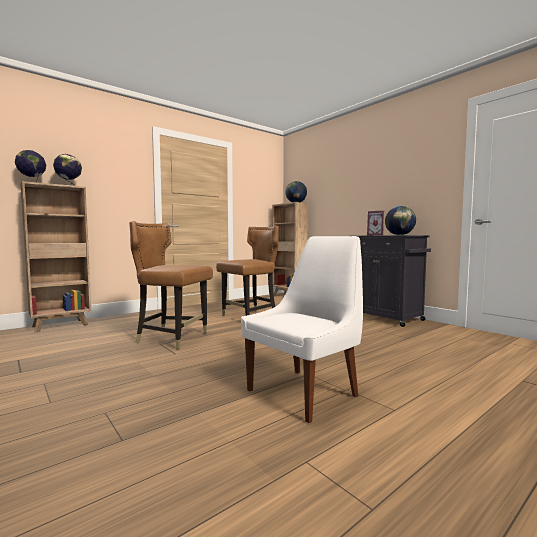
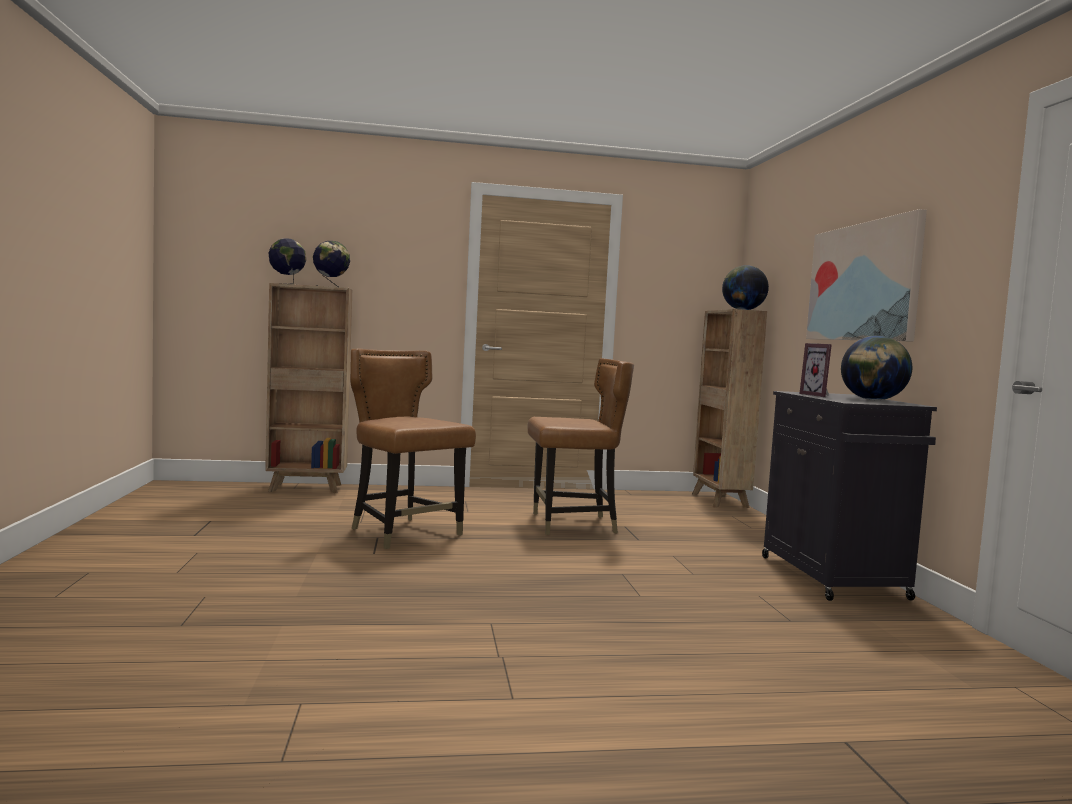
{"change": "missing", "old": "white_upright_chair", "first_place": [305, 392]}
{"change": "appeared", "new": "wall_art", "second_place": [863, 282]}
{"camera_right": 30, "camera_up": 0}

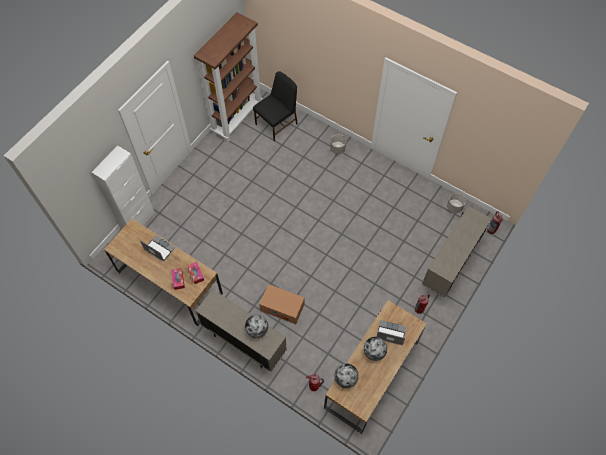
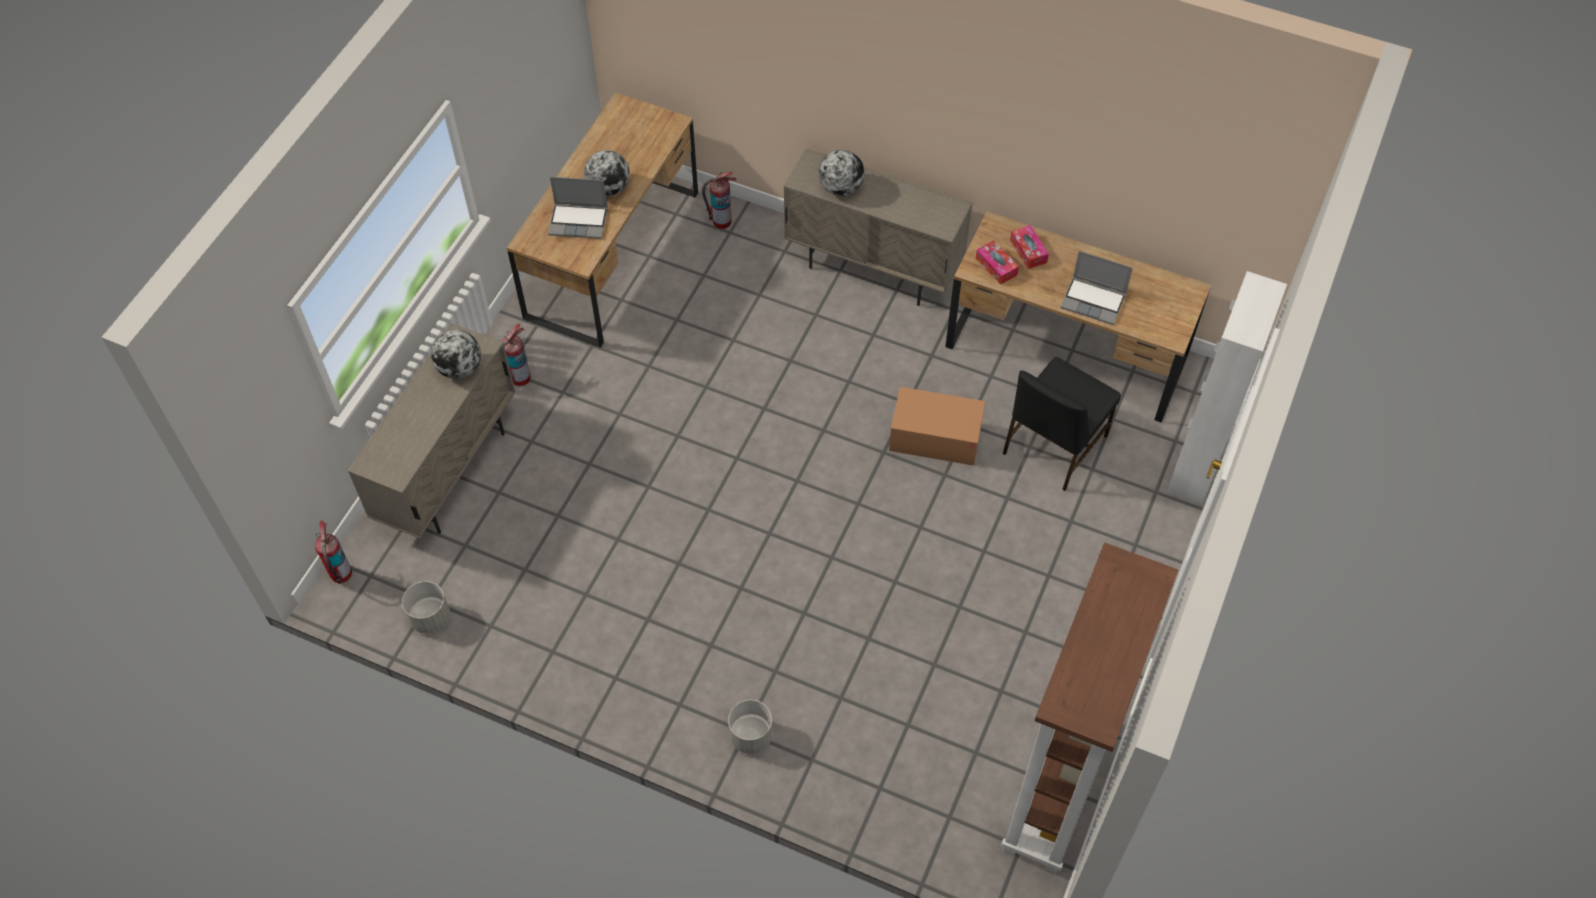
{"change": "relocated", "old": "black_upright_chair", "first_place": [277, 124], "second_place": [1053, 445]}
{"change": "relocated", "old": "packing_box", "first_place": [282, 307], "second_place": [935, 437]}
{"change": "relocated", "old": "globe", "first_place": [345, 379], "second_place": [460, 368]}
{"camera_right": 170, "camera_up": -5}

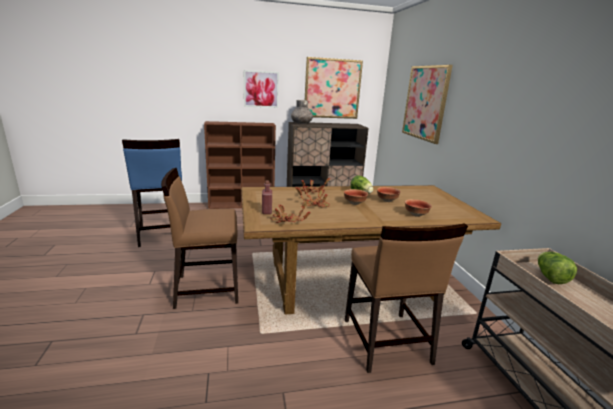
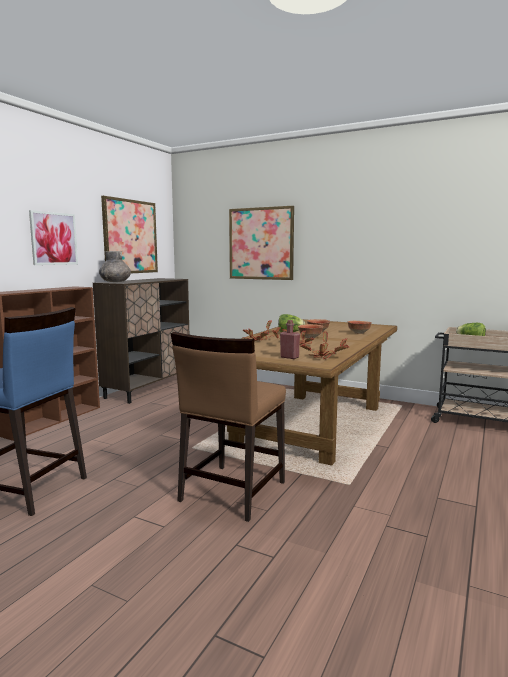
{"change": "missing", "old": "brown-coloured_upright_chair", "first_place": [386, 342]}
{"camera_right": -50, "camera_up": -10}

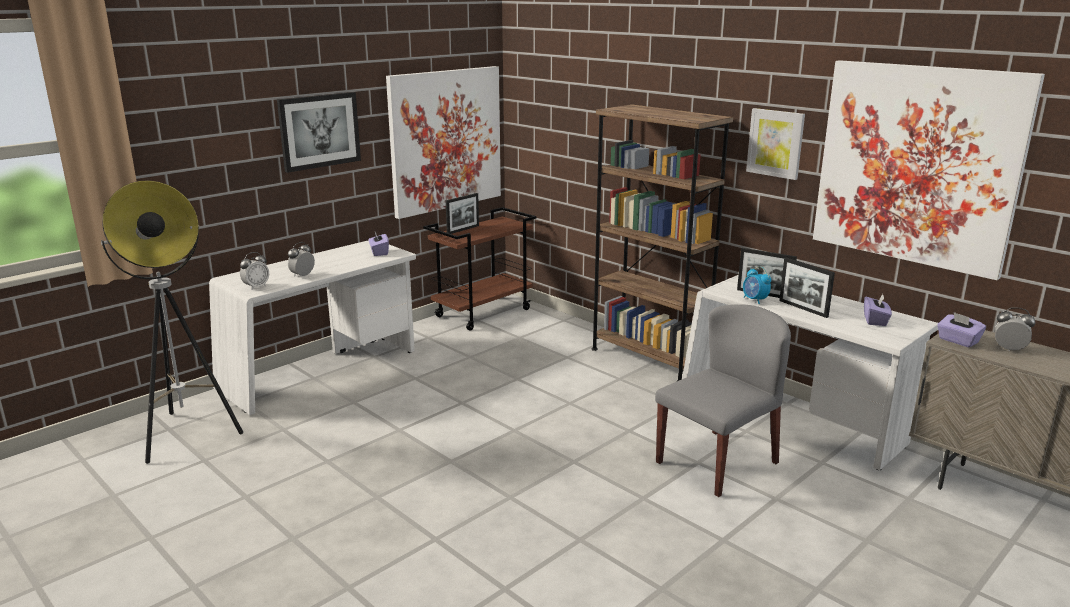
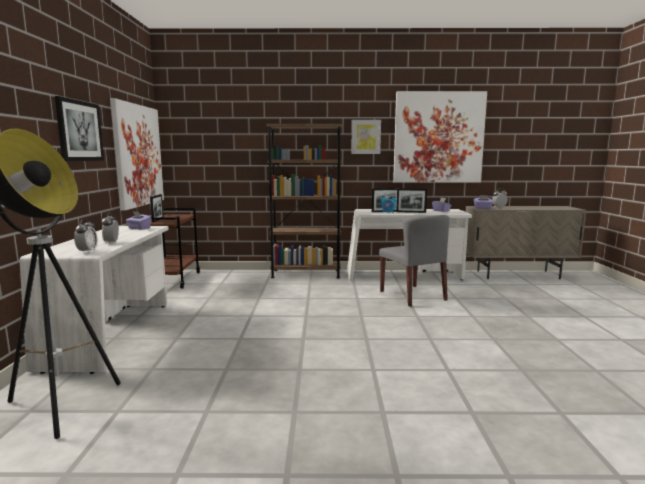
{"change": "spun", "old": "gray_upright_chair", "first_place": [717, 462], "second_place": [413, 295], "degrees": 150}
{"camera_right": -45, "camera_up": -10}

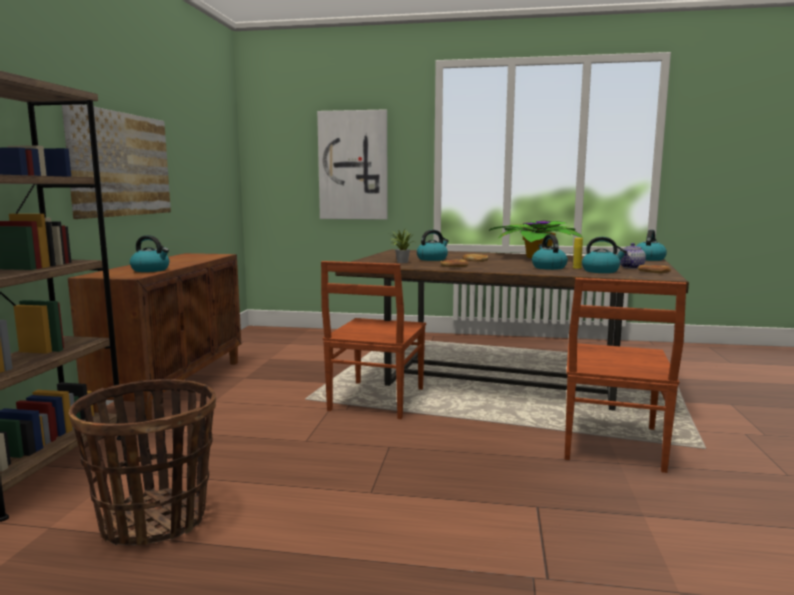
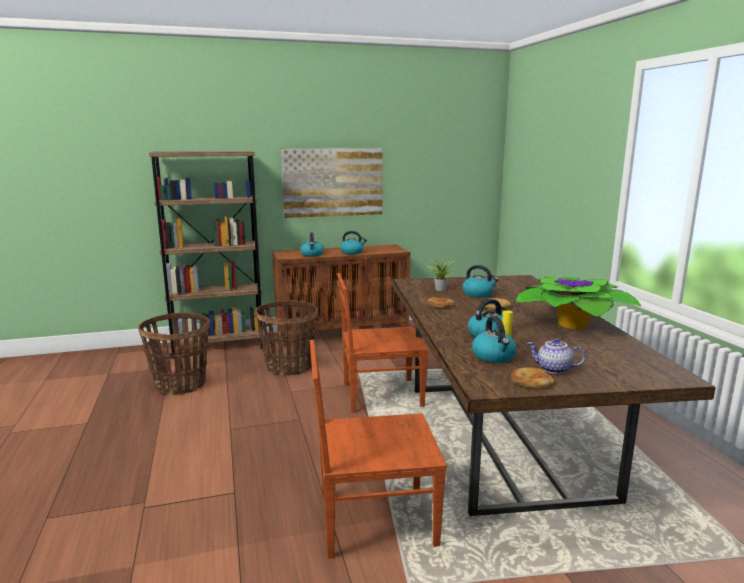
{"change": "missing", "old": "wall_art", "first_place": [353, 165]}
{"change": "relocated", "old": "water_kettle", "first_place": [649, 259], "second_place": [352, 252]}
{"change": "appeared", "new": "basket", "second_place": [289, 366]}
{"camera_right": 65, "camera_up": 5}

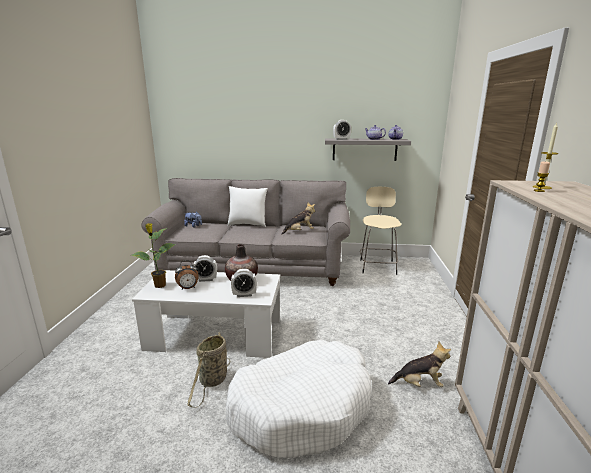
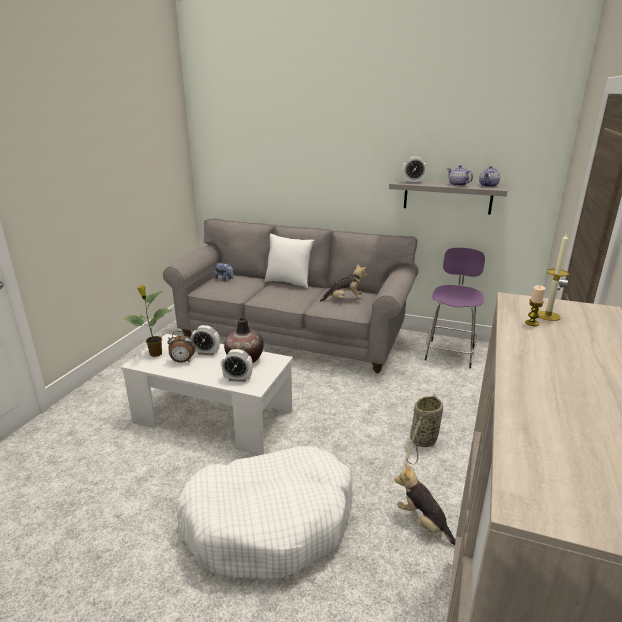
{"change": "relocated", "old": "basket", "first_place": [212, 381], "second_place": [422, 442]}
{"change": "colour", "old": "sand-coloured_stool", "new": "purplish_stool", "first_place": [377, 266], "second_place": [450, 353]}
{"change": "spun", "old": "plush_toy", "first_place": [419, 384], "second_place": [424, 523], "degrees": -150}
{"camera_right": 15, "camera_up": 5}

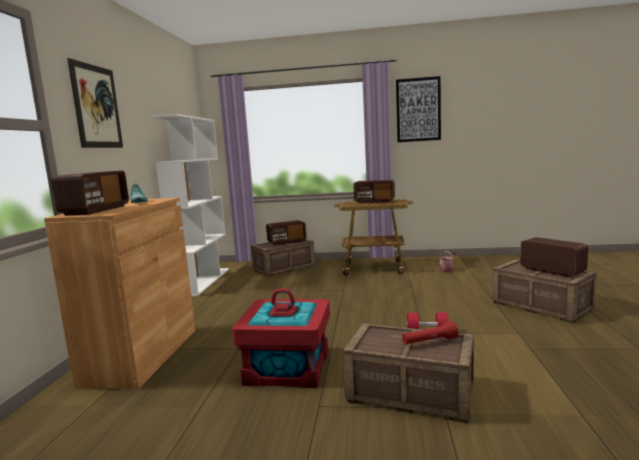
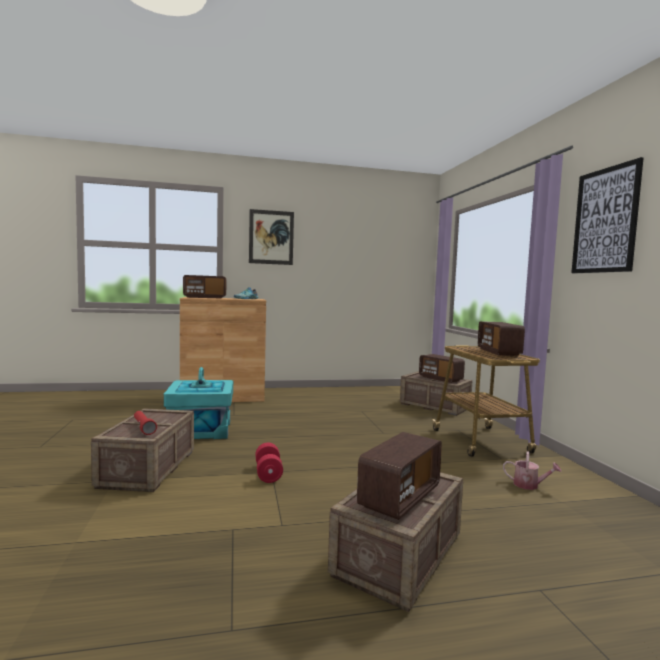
{"change": "missing", "old": "white_shelving_unit", "first_place": [203, 281]}
{"change": "colour", "old": "red_storage_box", "new": "turquoise-coloured_storage_box", "first_place": [287, 368], "second_place": [200, 430]}
{"camera_right": 70, "camera_up": -5}

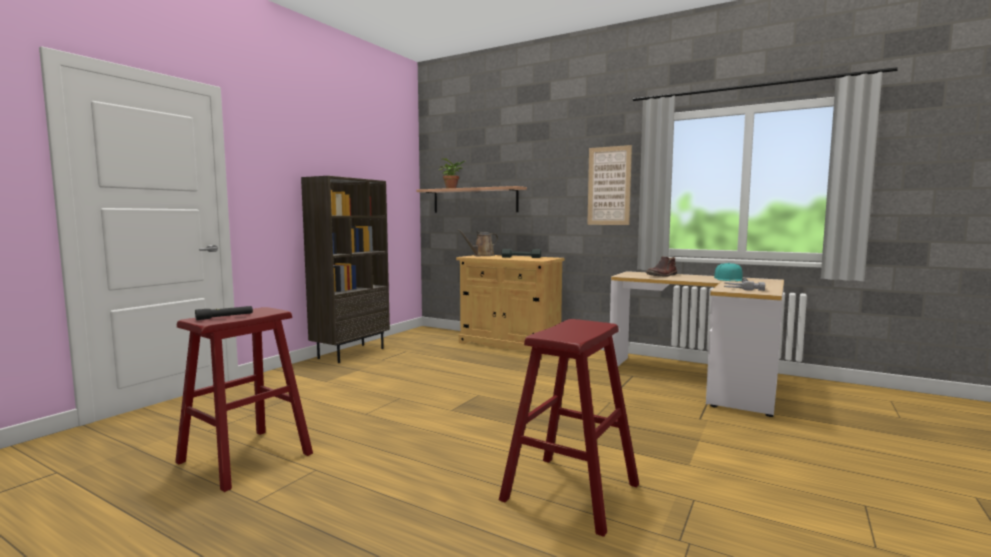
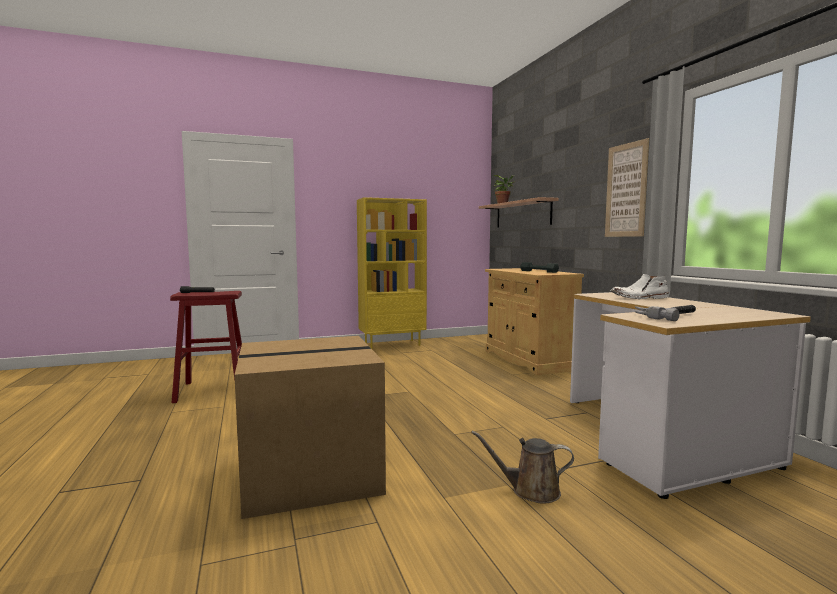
{"change": "colour", "old": "brown-coloured_shelving_unit", "new": "yellow-coloured_shelving_unit", "first_place": [351, 353], "second_place": [392, 344]}
{"change": "relocated", "old": "brown-coloured_sprinkling_can", "first_place": [482, 256], "second_place": [530, 491]}
{"change": "exchanged", "old": "red_stool", "new": "packing_box", "first_place": [570, 492], "second_place": [308, 474]}
{"change": "colour", "old": "brown-coloured_high-top_boot", "new": "white_high-top_boot", "first_place": [662, 275], "second_place": [639, 298]}
{"change": "missing", "old": "turquoise-coloured_peaked_cap", "first_place": [729, 279]}
{"camera_right": 40, "camera_up": 0}

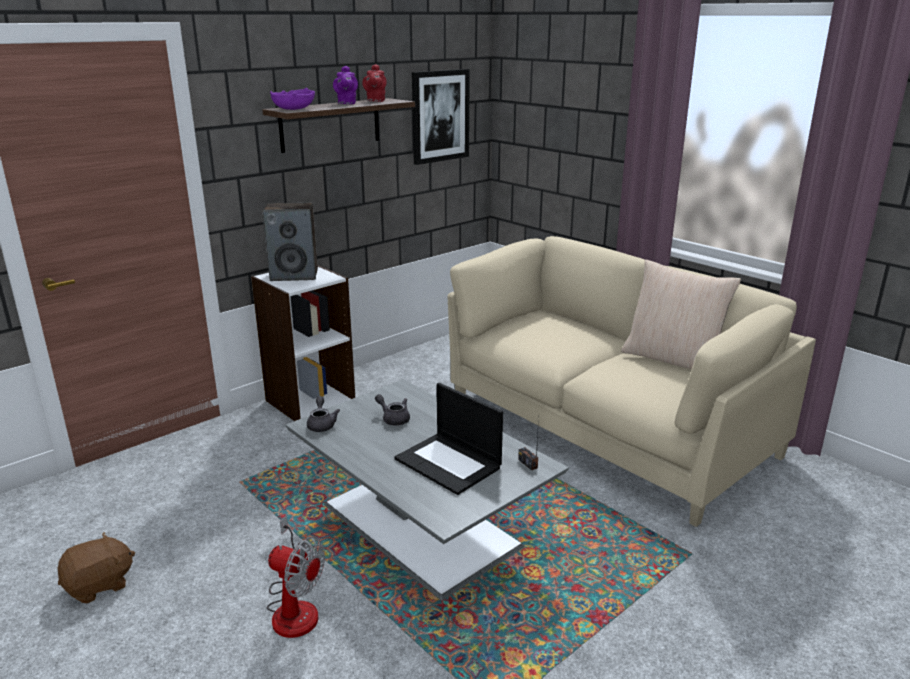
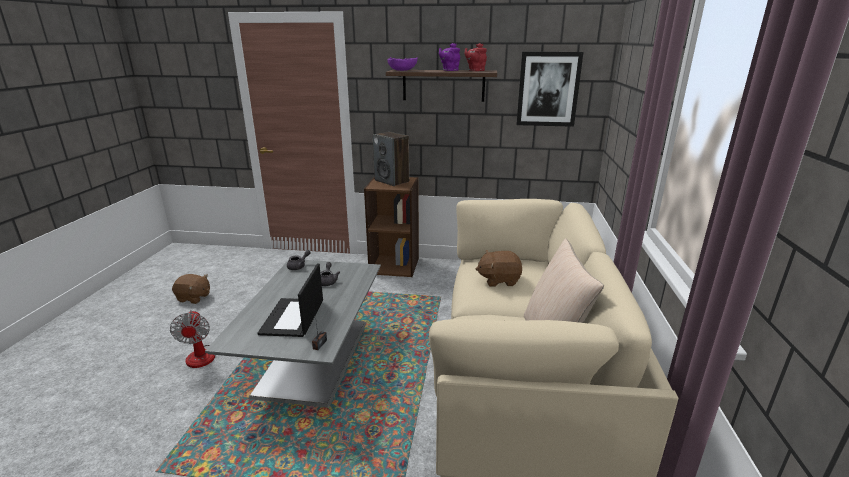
{"change": "colour", "old": "white_shelving_unit", "new": "brown-coloured_shelving_unit", "first_place": [310, 401], "second_place": [394, 265]}
{"change": "appeared", "new": "brown-coloured_plush_toy", "second_place": [499, 280]}
{"camera_right": 50, "camera_up": 0}

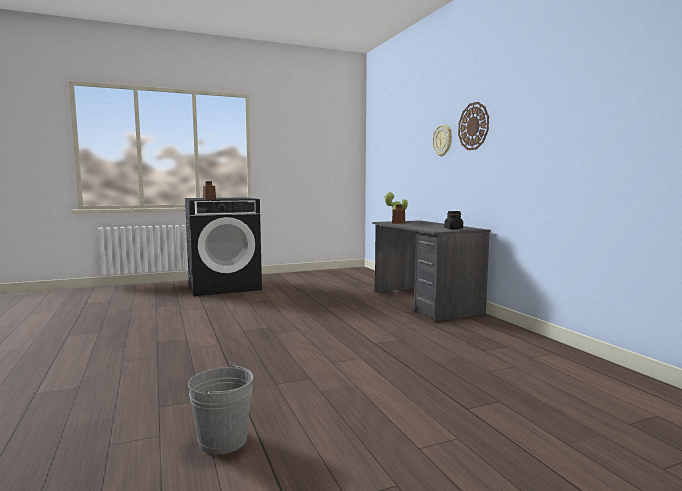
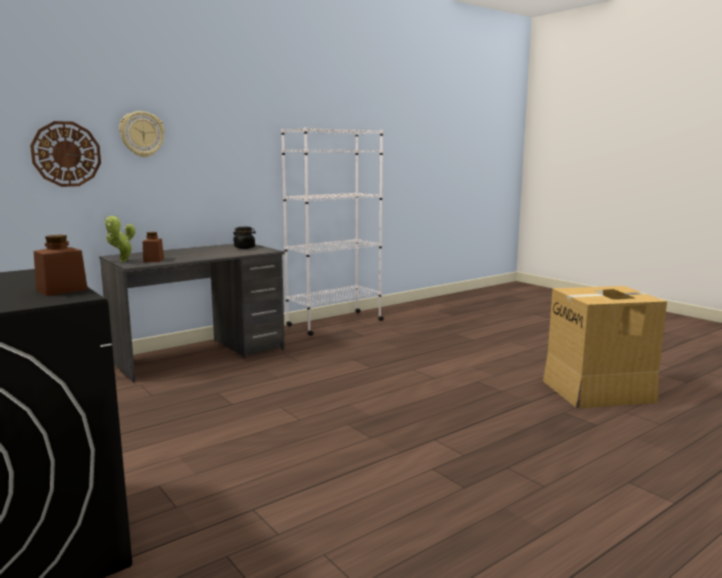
{"change": "exchanged", "old": "gray_water_bucket", "new": "packing_box", "first_place": [223, 441], "second_place": [598, 391]}
{"change": "relocated", "old": "wall_clock", "first_place": [473, 126], "second_place": [66, 154]}
{"change": "appeared", "new": "white_shelving_unit", "second_place": [334, 323]}
{"camera_right": -105, "camera_up": 5}

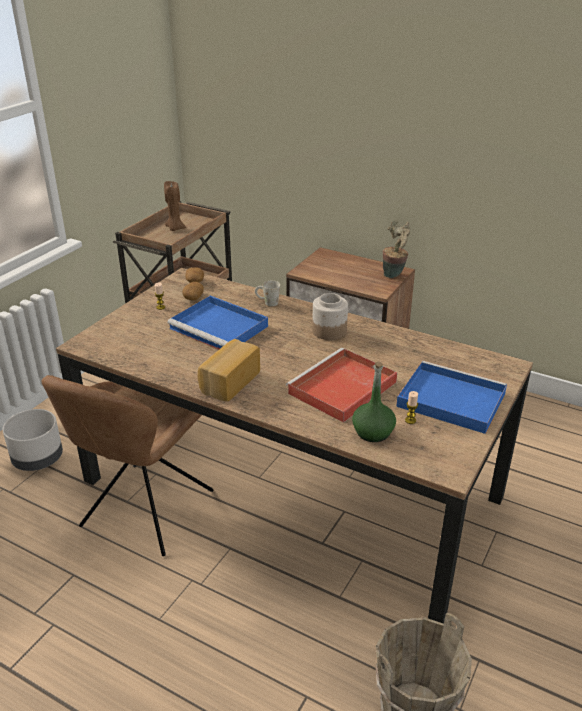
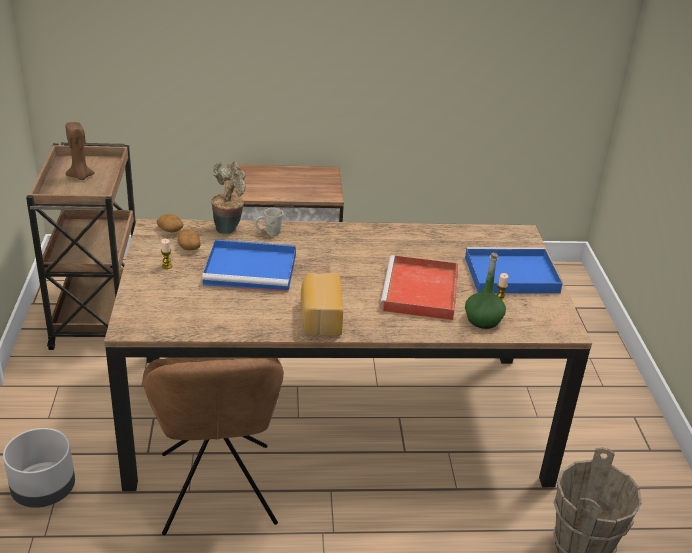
{"change": "missing", "old": "preserve_jar", "first_place": [329, 331]}
{"change": "relocated", "old": "plant_in_a_pot", "first_place": [394, 274], "second_place": [229, 228]}
{"camera_right": -35, "camera_up": 0}

